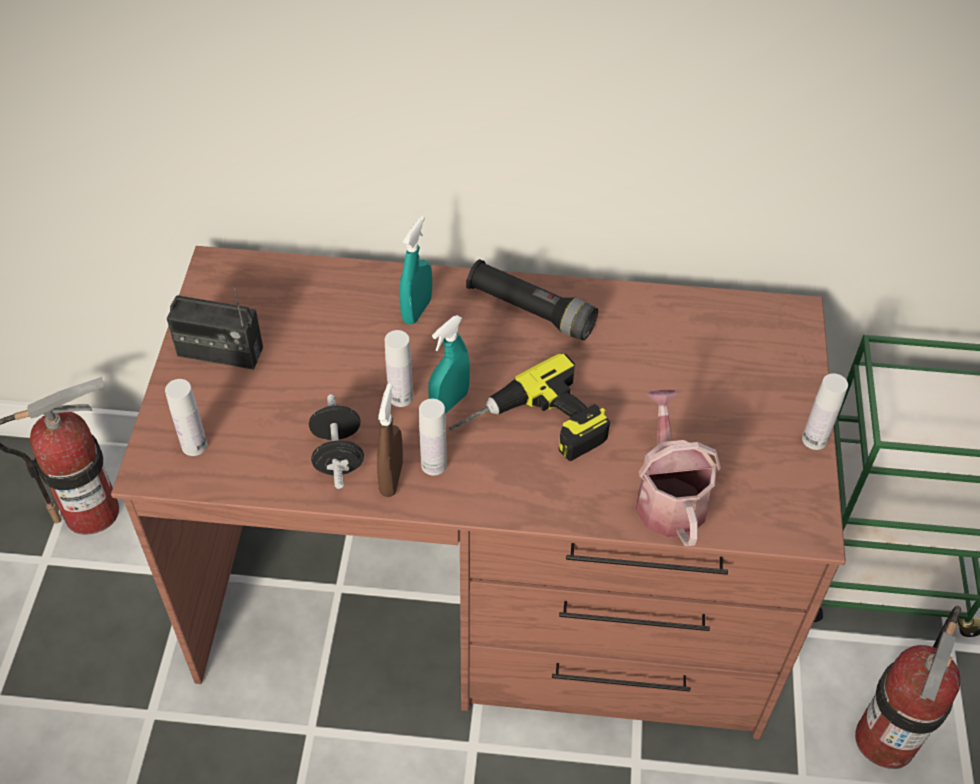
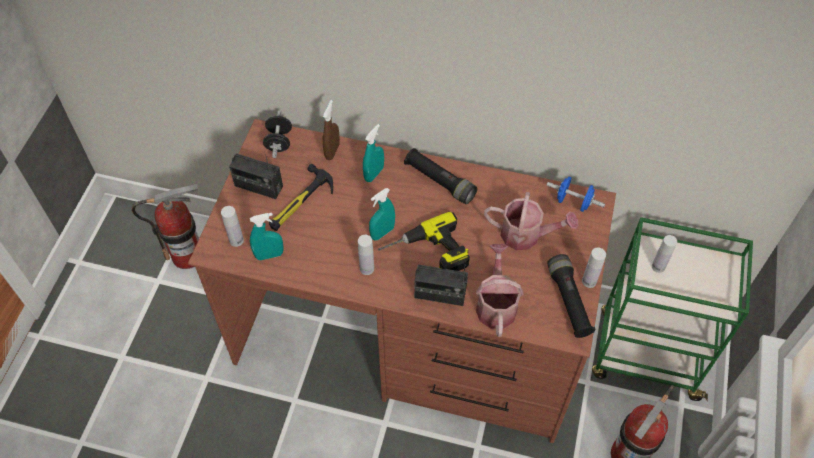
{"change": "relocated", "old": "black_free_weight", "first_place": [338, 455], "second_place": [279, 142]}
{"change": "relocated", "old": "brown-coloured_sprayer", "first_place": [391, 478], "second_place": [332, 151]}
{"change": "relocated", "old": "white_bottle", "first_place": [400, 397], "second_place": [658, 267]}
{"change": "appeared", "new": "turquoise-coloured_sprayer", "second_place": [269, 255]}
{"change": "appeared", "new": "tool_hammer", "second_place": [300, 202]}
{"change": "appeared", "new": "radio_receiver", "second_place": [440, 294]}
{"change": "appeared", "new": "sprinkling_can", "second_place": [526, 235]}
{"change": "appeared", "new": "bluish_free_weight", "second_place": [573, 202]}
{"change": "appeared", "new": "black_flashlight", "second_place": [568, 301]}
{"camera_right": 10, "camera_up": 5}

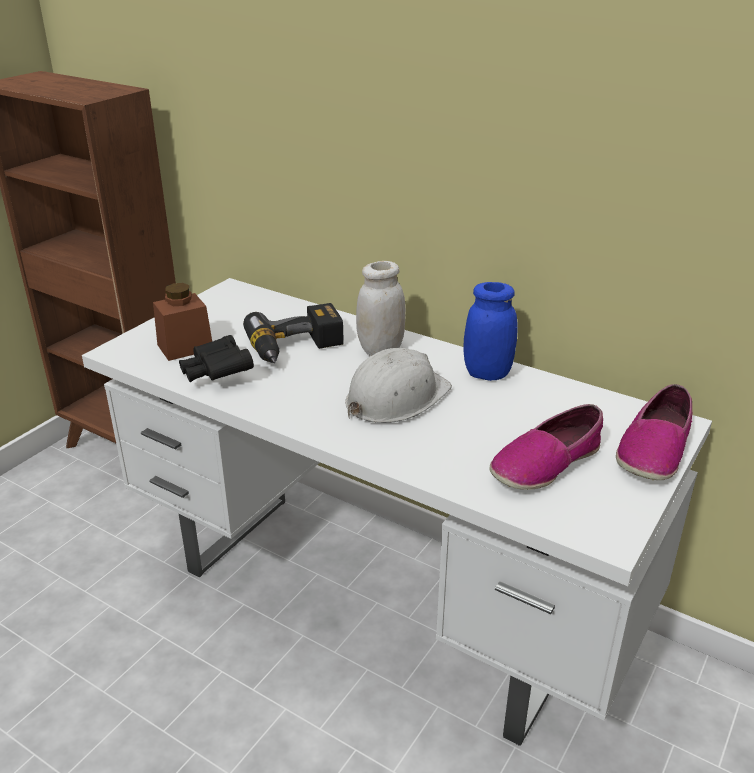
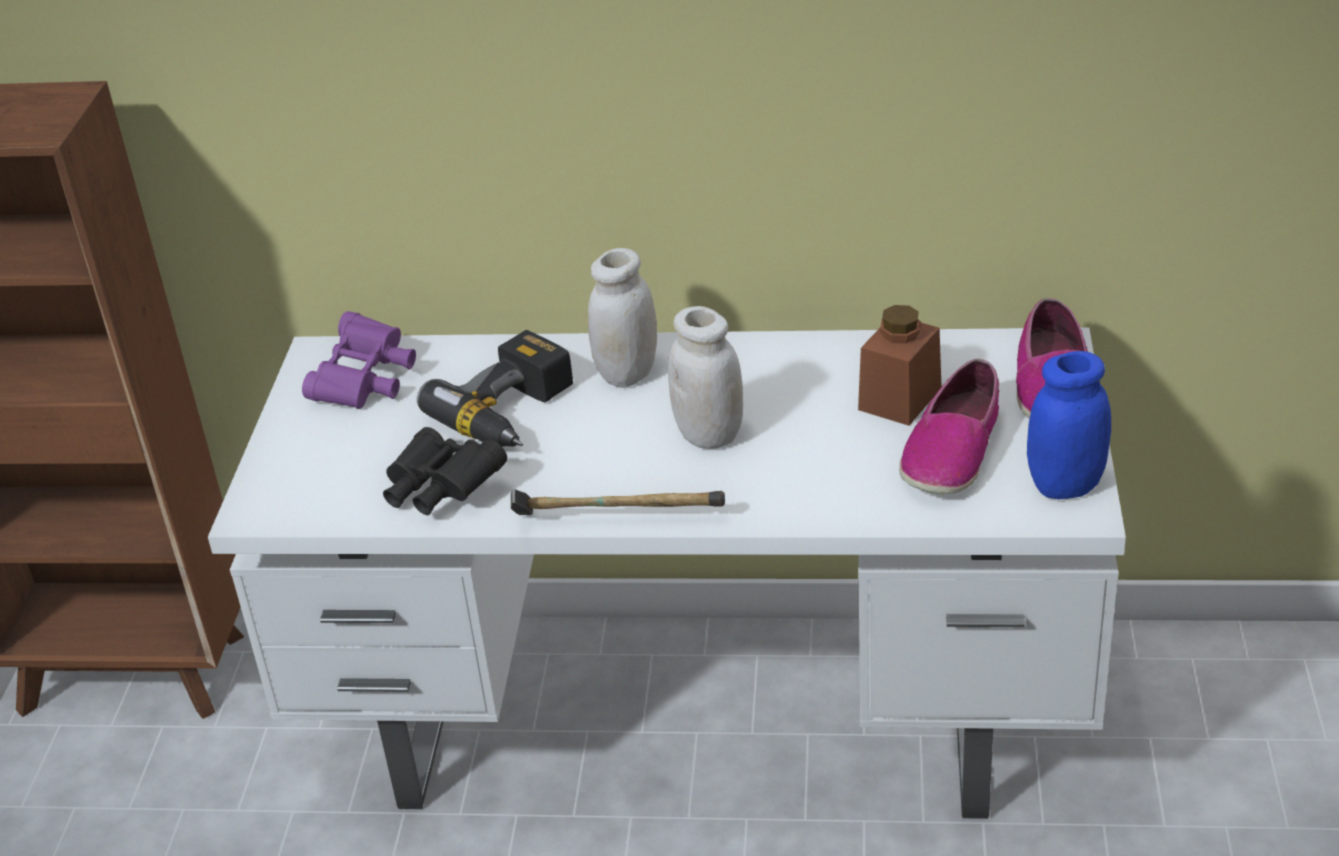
{"change": "relocated", "old": "brown-coloured_preserve_jar", "first_place": [185, 347], "second_place": [900, 398]}
{"change": "exchanged", "old": "white_hard_hat", "new": "white_preserve_jar", "first_place": [395, 398], "second_place": [709, 435]}
{"change": "relocated", "old": "bluish_preserve_jar", "first_place": [487, 373], "second_place": [1065, 485]}
{"change": "appeared", "new": "purplish_pair_of_binoculars", "second_place": [365, 382]}
{"change": "appeared", "new": "tool_hammer", "second_place": [612, 521]}
{"camera_right": -25, "camera_up": 5}

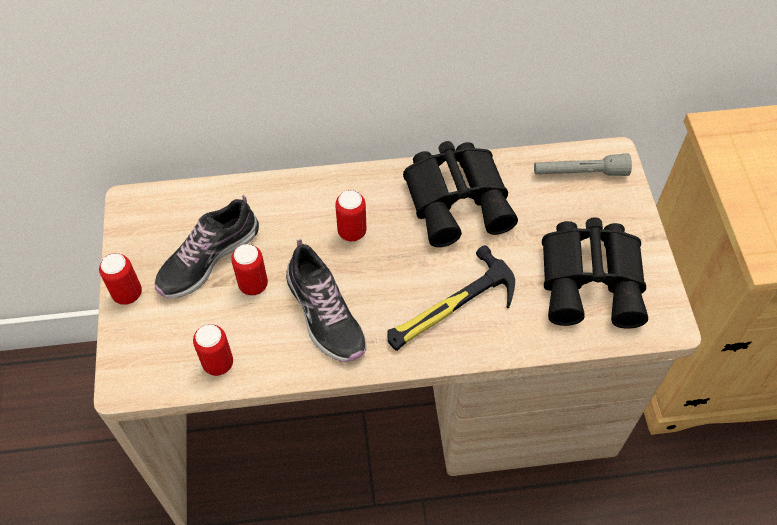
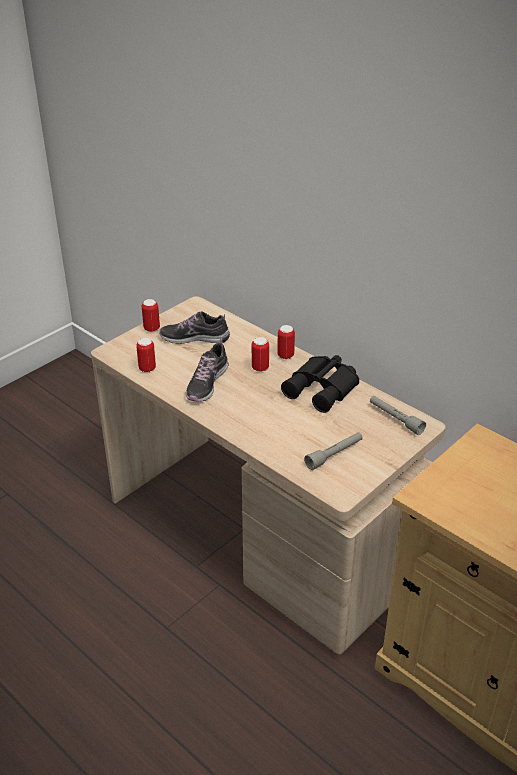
{"change": "relocated", "old": "can", "first_place": [253, 285], "second_place": [285, 355]}
{"change": "missing", "old": "tool_hammer", "first_place": [449, 308]}
{"change": "exchanged", "old": "black_pair_of_binoculars", "new": "gray_flashlight", "first_place": [593, 279], "second_place": [334, 455]}
{"camera_right": 50, "camera_up": -20}

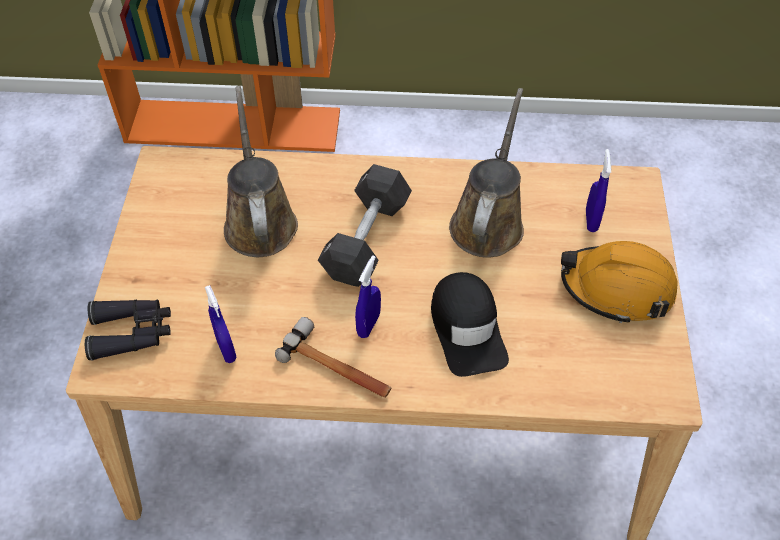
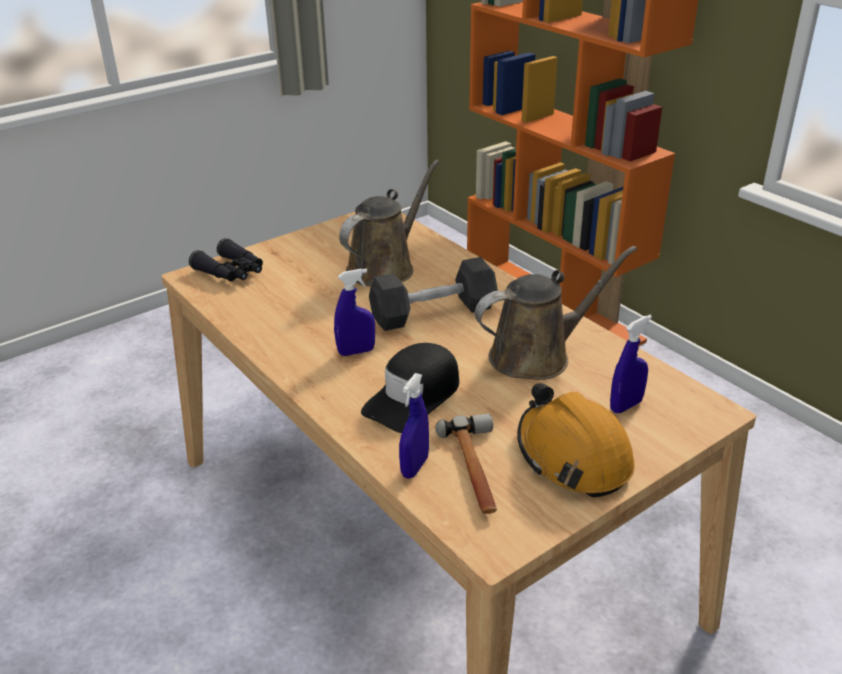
{"change": "relocated", "old": "bluish_sprayer", "first_place": [226, 349], "second_place": [414, 467]}
{"change": "relocated", "old": "tool_hammer", "first_place": [337, 367], "second_place": [476, 470]}
{"camera_right": 50, "camera_up": -20}

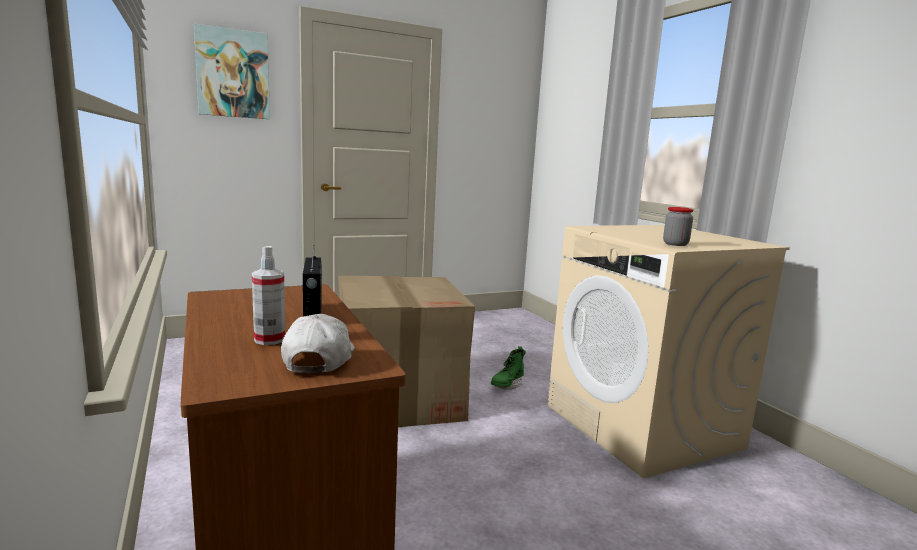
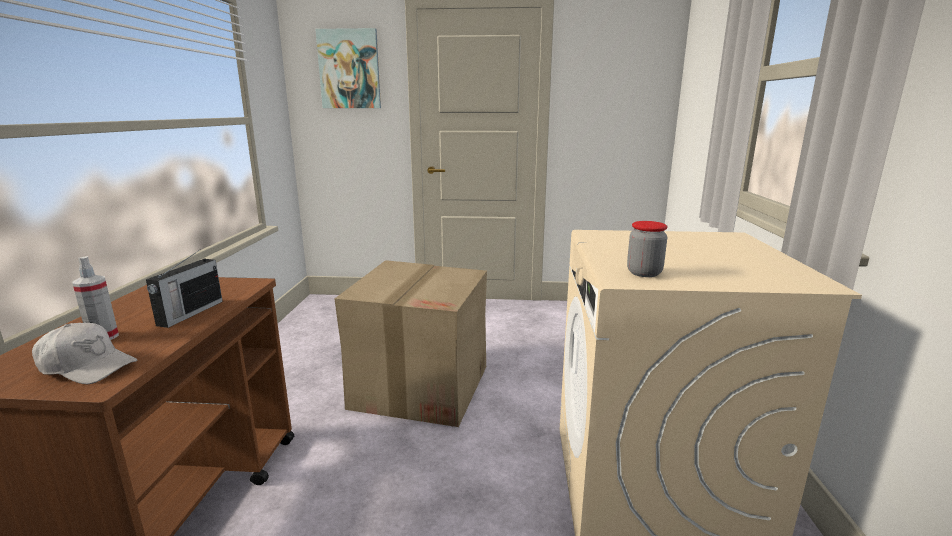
{"change": "spun", "old": "white_peaked_cap", "first_place": [319, 359], "second_place": [87, 366], "degrees": 75}
{"change": "missing", "old": "green-coloured_high-top_boot", "first_place": [507, 385]}
{"camera_right": 30, "camera_up": 5}

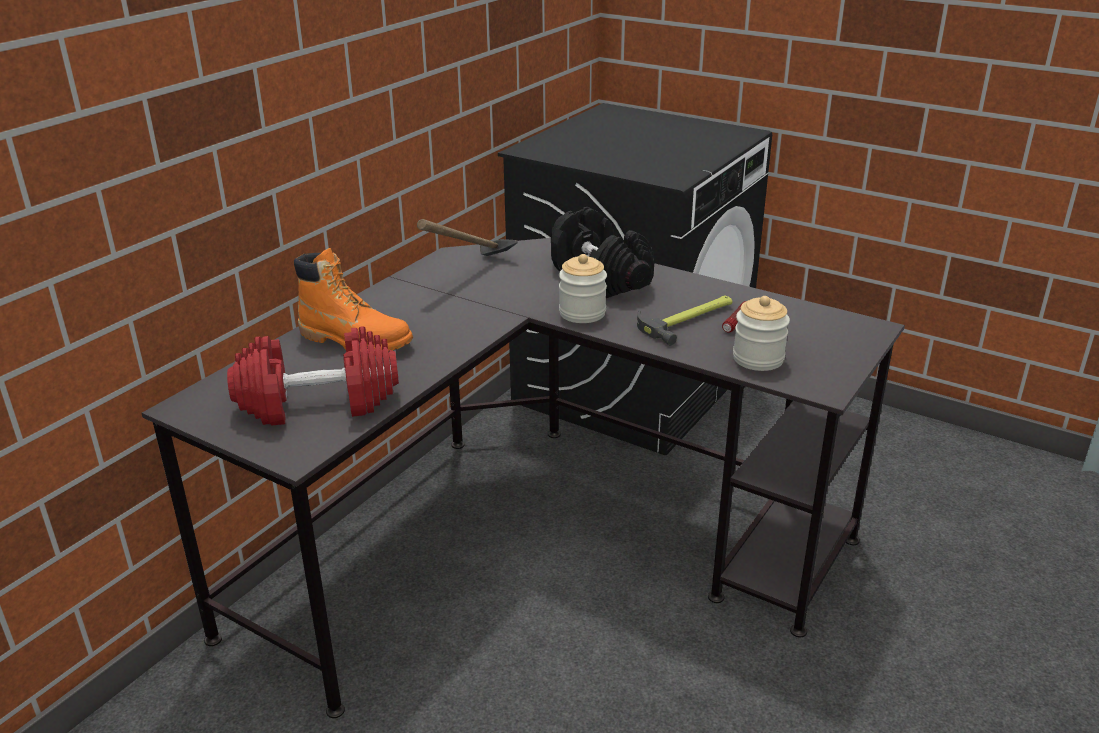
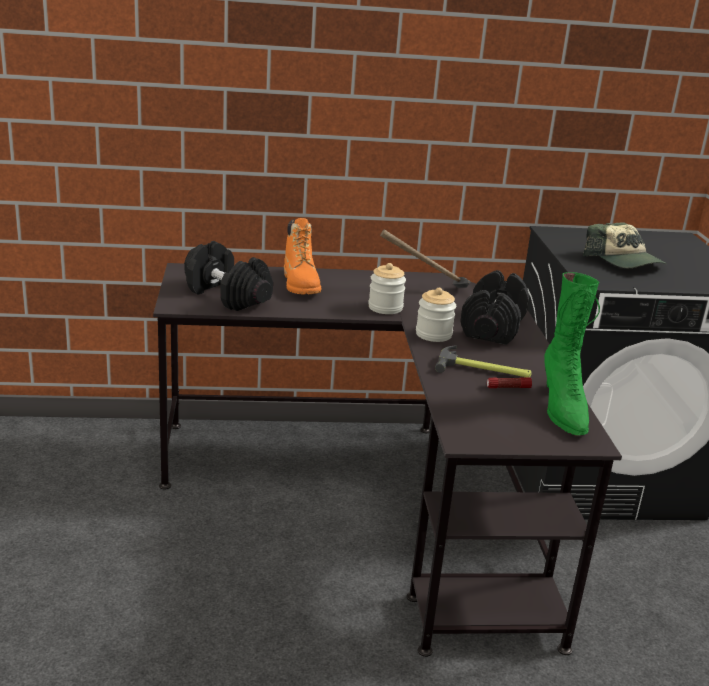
{"change": "colour", "old": "red_free_weight", "new": "black_free_weight", "first_place": [318, 403], "second_place": [226, 295]}
{"change": "relocated", "old": "preserve_jar", "first_place": [758, 359], "second_place": [385, 308]}
{"change": "appeared", "new": "green-coloured_high-top_boot", "second_place": [562, 409]}
{"change": "appeared", "new": "peaked_cap", "second_place": [624, 261]}
{"camera_right": 50, "camera_up": -5}

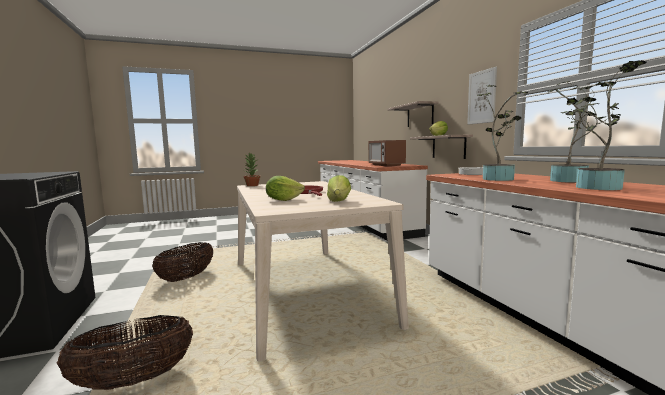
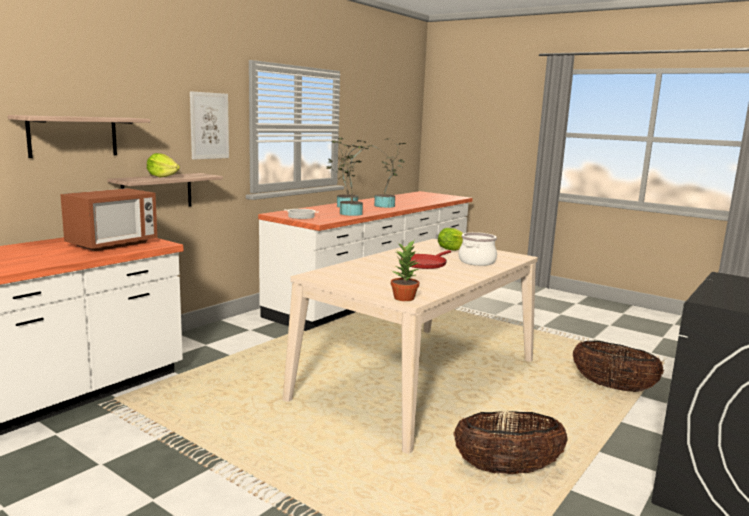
{"change": "exchanged", "old": "lettuce", "new": "saucepot", "first_place": [283, 200], "second_place": [477, 262]}
{"camera_right": -125, "camera_up": 5}

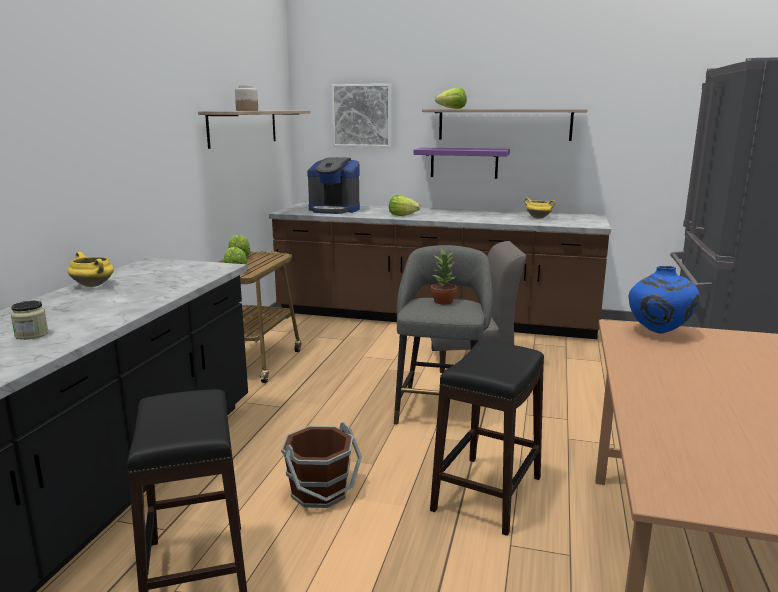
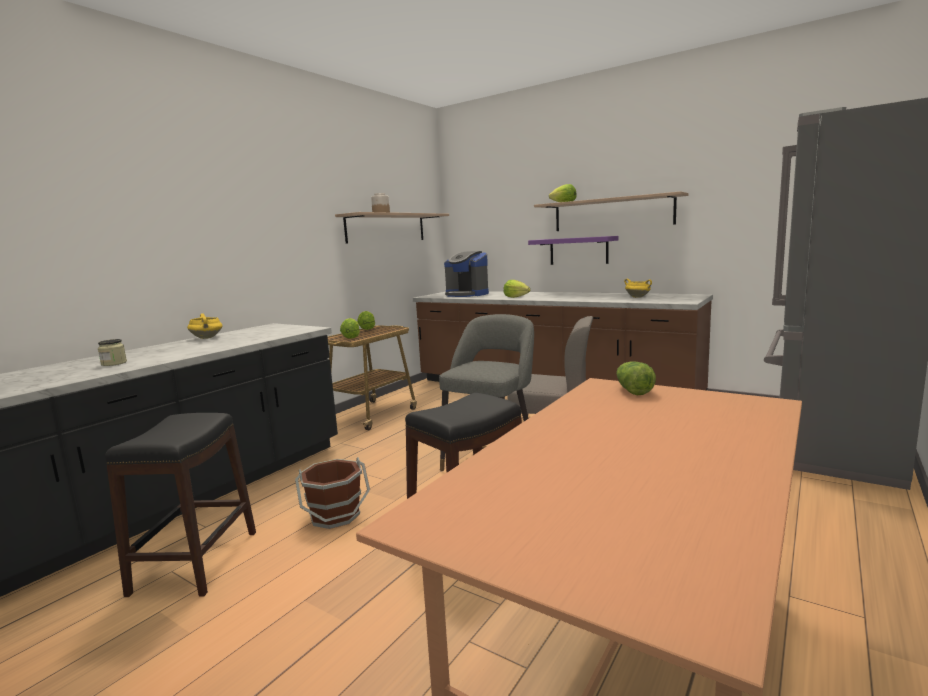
{"change": "missing", "old": "wall_art", "first_place": [362, 115]}
{"change": "missing", "old": "plant_in_a_pot", "first_place": [443, 301]}
{"change": "exchanged", "old": "bluish_decorative_vase", "new": "lettuce", "first_place": [658, 333], "second_place": [632, 390]}
{"camera_right": 20, "camera_up": -5}

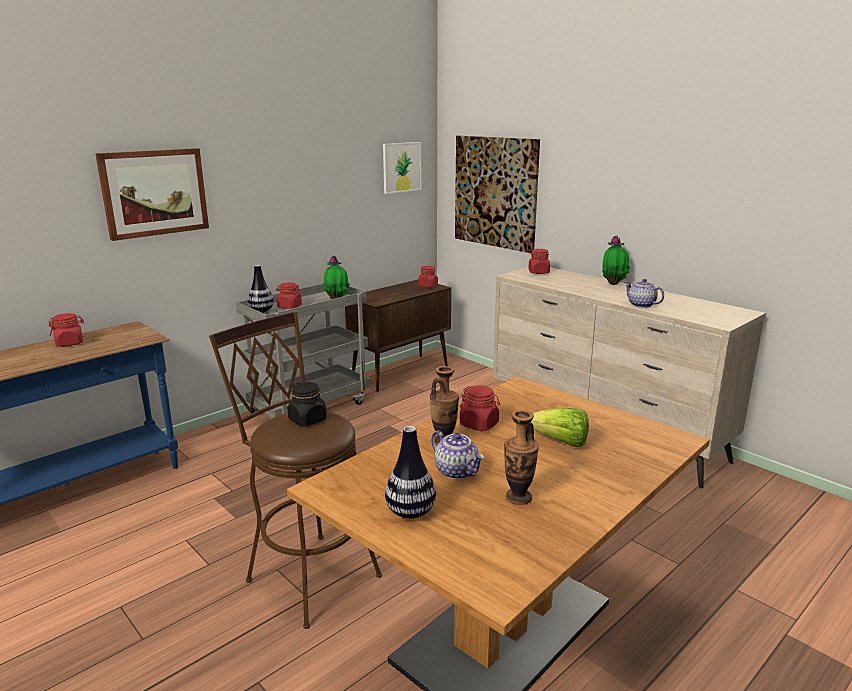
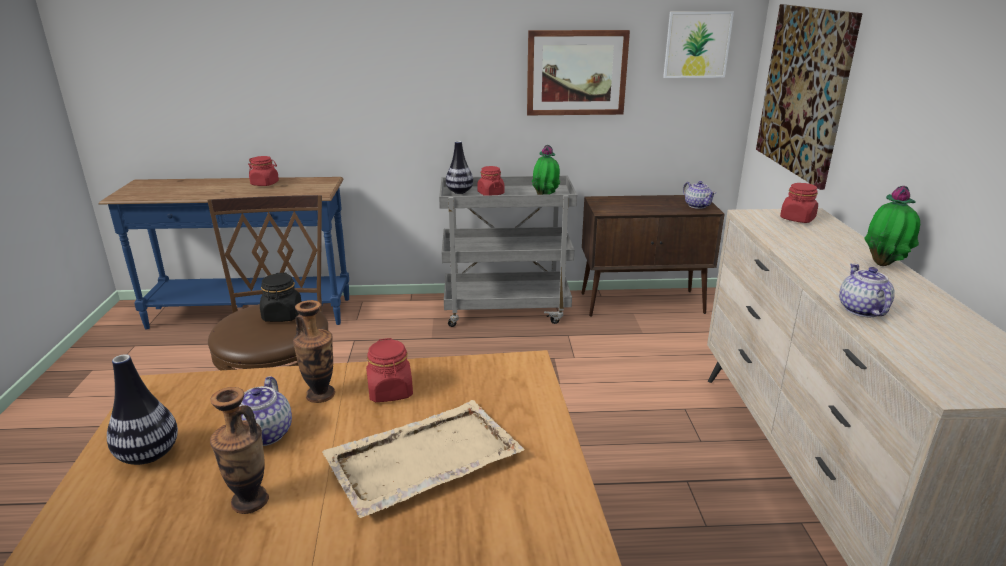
{"change": "relocated", "old": "wall_art", "first_place": [154, 193], "second_place": [576, 73]}
{"change": "exchanged", "old": "red_preserve_jar", "new": "tea_pot", "first_place": [428, 286], "second_place": [697, 205]}
{"change": "exchanged", "old": "lettuce", "new": "sand-coloured_carrying_tray", "first_place": [559, 442], "second_place": [422, 459]}
{"camera_right": 40, "camera_up": 5}

